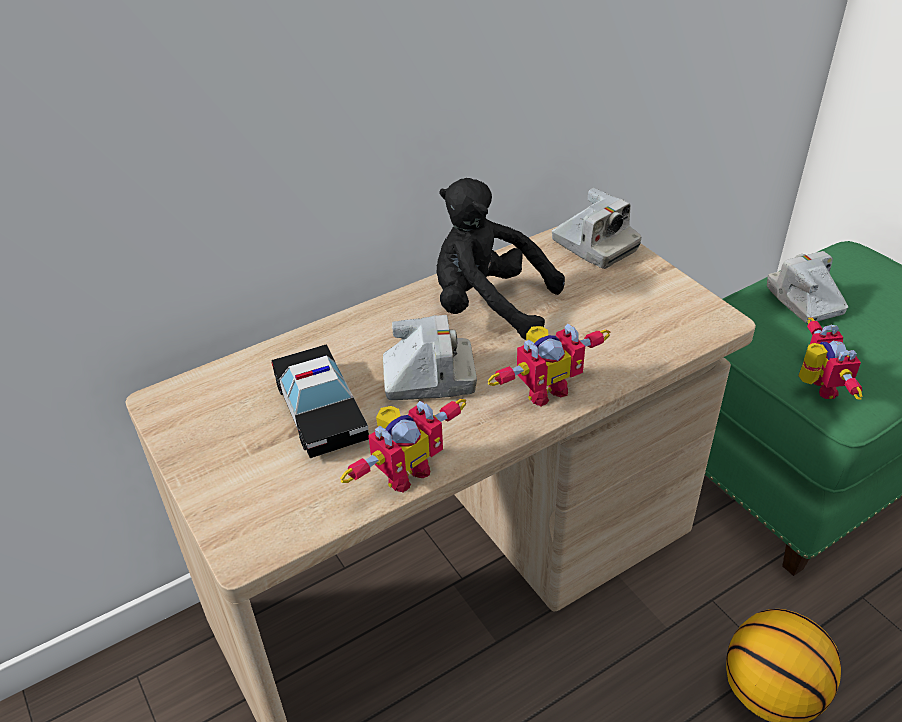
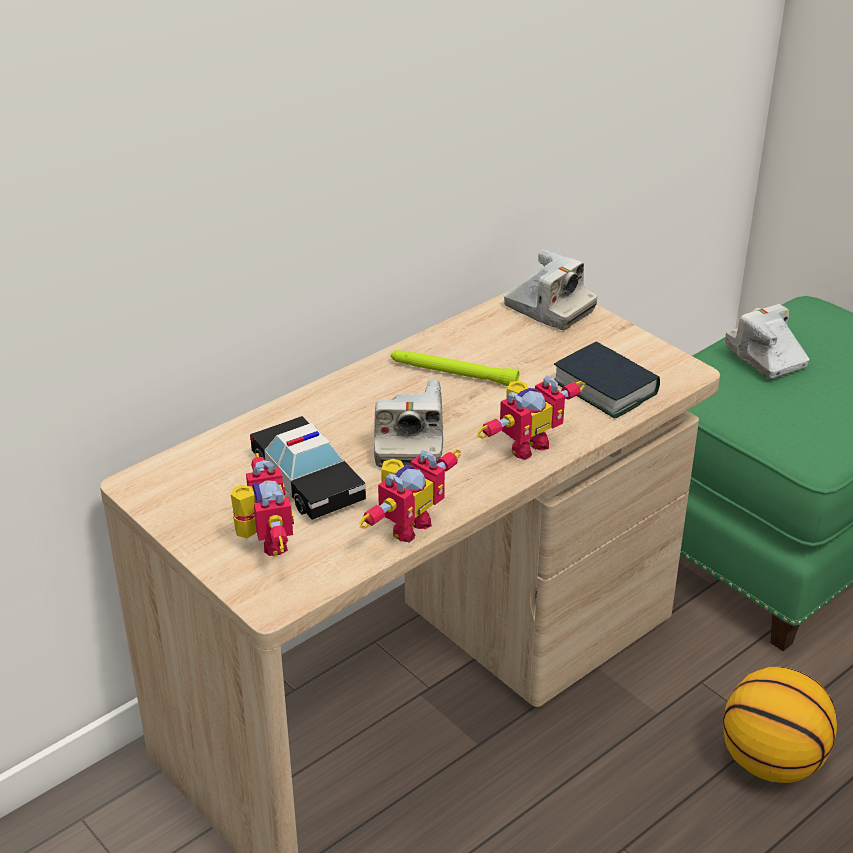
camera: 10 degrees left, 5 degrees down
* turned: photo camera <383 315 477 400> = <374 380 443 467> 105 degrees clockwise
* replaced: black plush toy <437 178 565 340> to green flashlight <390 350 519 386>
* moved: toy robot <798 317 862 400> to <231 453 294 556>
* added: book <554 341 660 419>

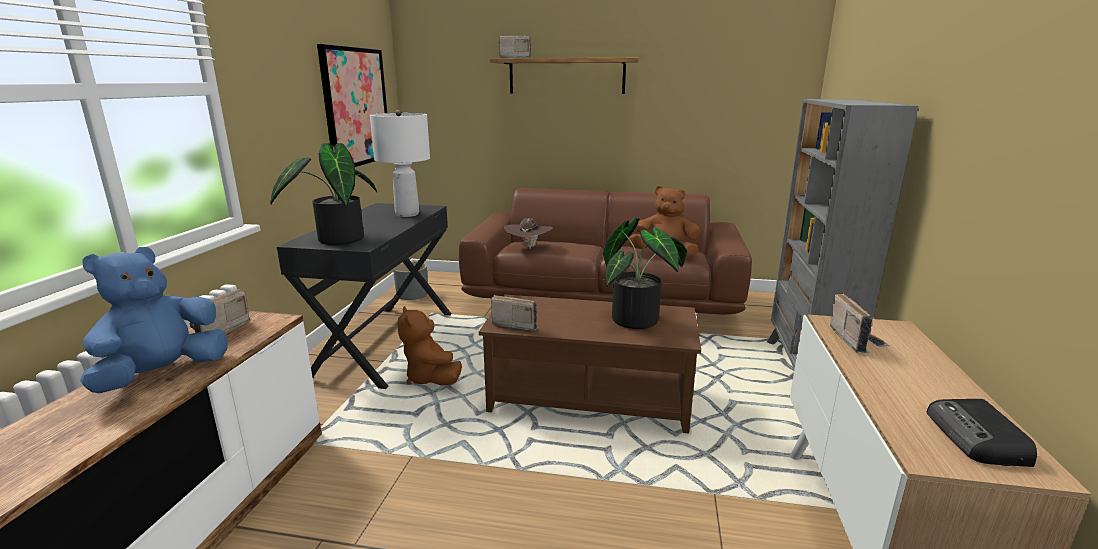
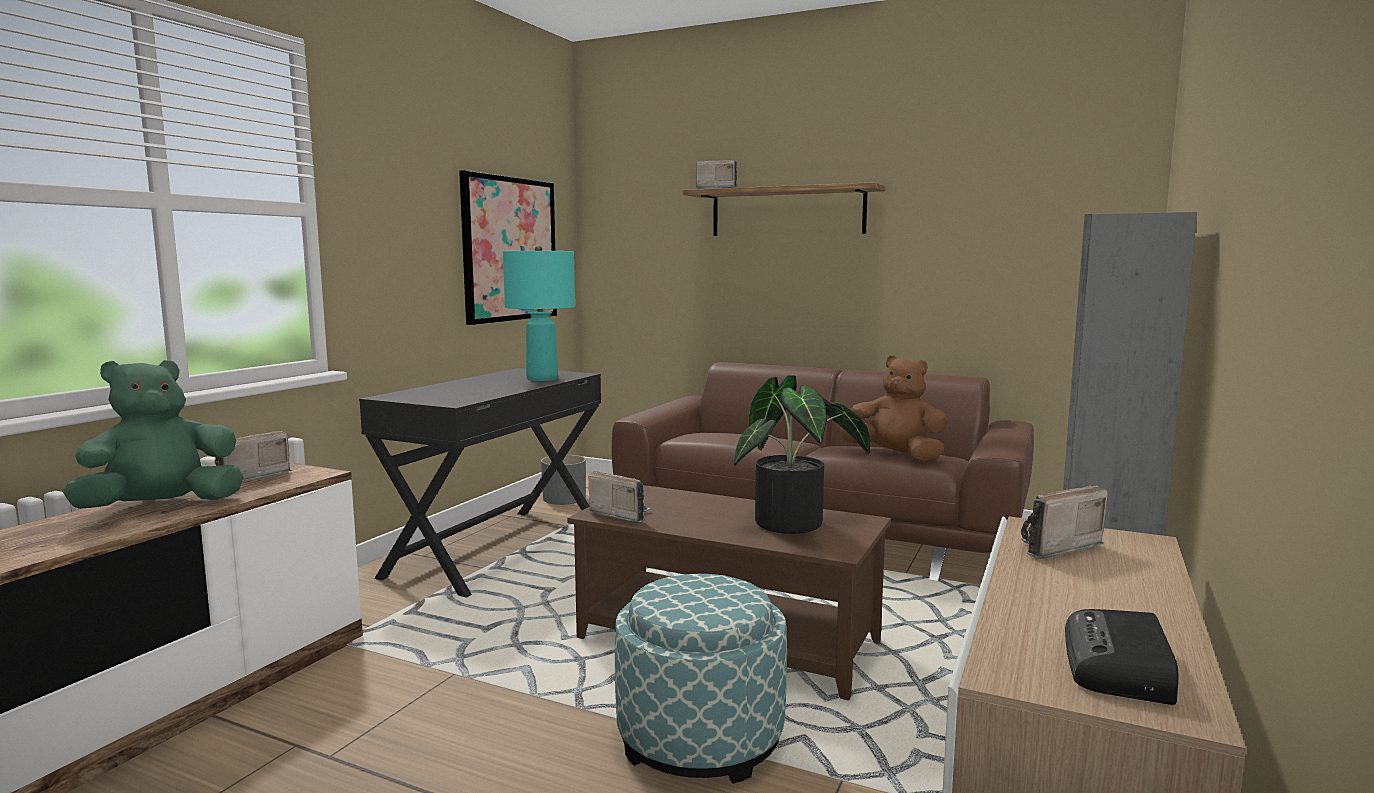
camera: 15 degrees right, 10 degrees down
* recoloured: blue plush toy <80 247 228 393> to green plush toy <62 360 244 509>
* removed: potted plant <270 143 377 245>
* recoloured: white table lamp <370 110 430 217> to turquoise table lamp <503 245 575 381>
* removed: brown plush toy <398 306 462 386>
* removed: brown hat <504 218 552 249>
* turned: radio <830 293 889 353> = <1021 485 1108 559> 135 degrees counterclockwise
* added: ottoman <615 574 787 784>

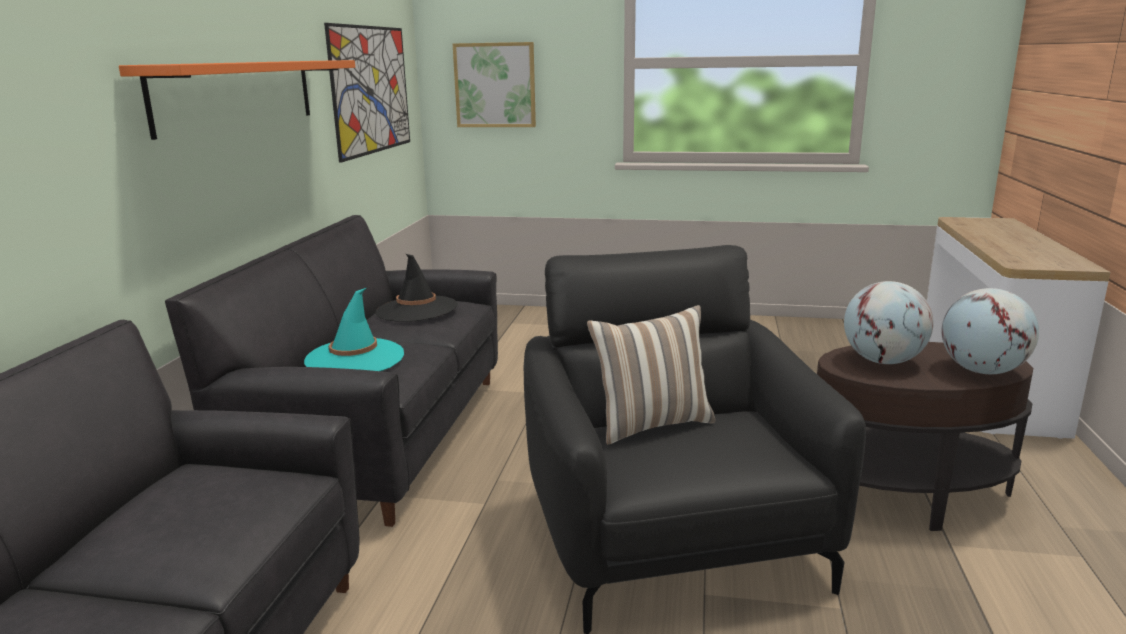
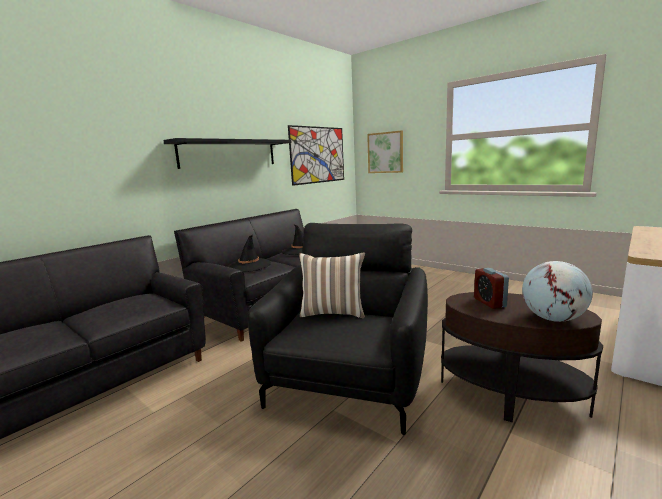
camera: 30 degrees right, 5 degrees down
* recoloured: orange shelf <119 60 355 140> to black shelf <163 138 292 169>
* recoloured: turquoise hat <304 288 404 371> to black hat <228 235 271 272>
* replaced: globe <844 281 933 364> to alarm clock <474 268 509 309>

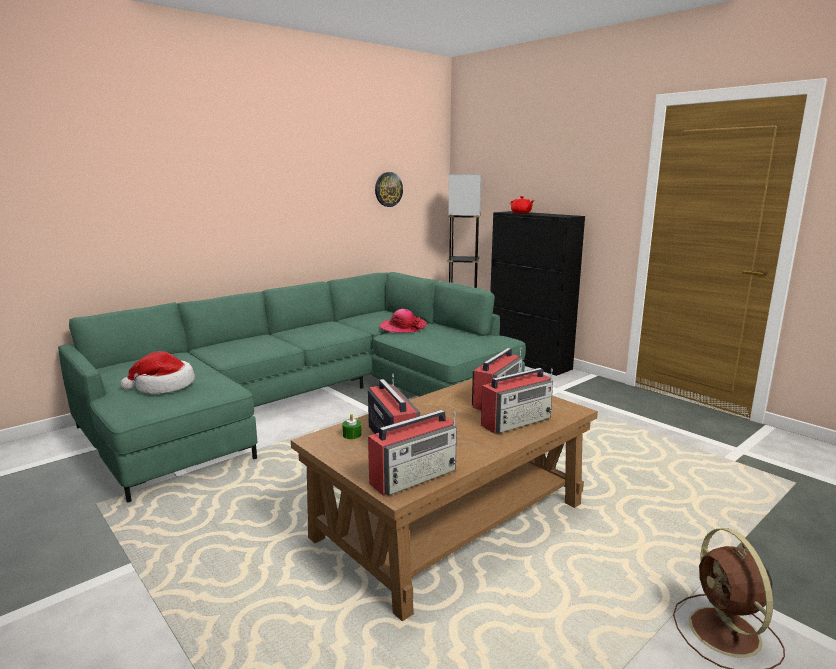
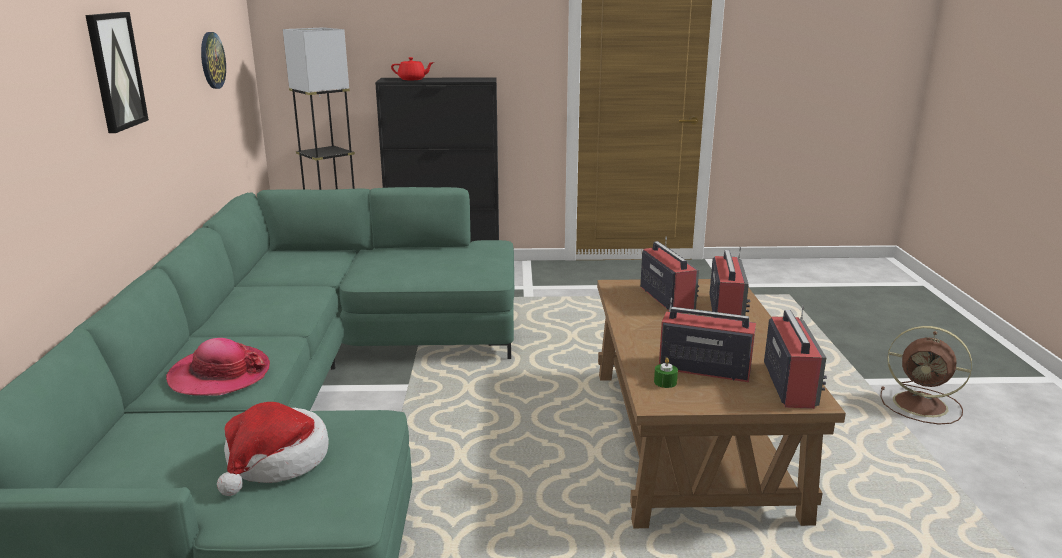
camera: 50 degrees left, 5 degrees up
* moved: hat <379 309 427 333> to <166 338 270 396>
* added: picture <85 12 149 133>

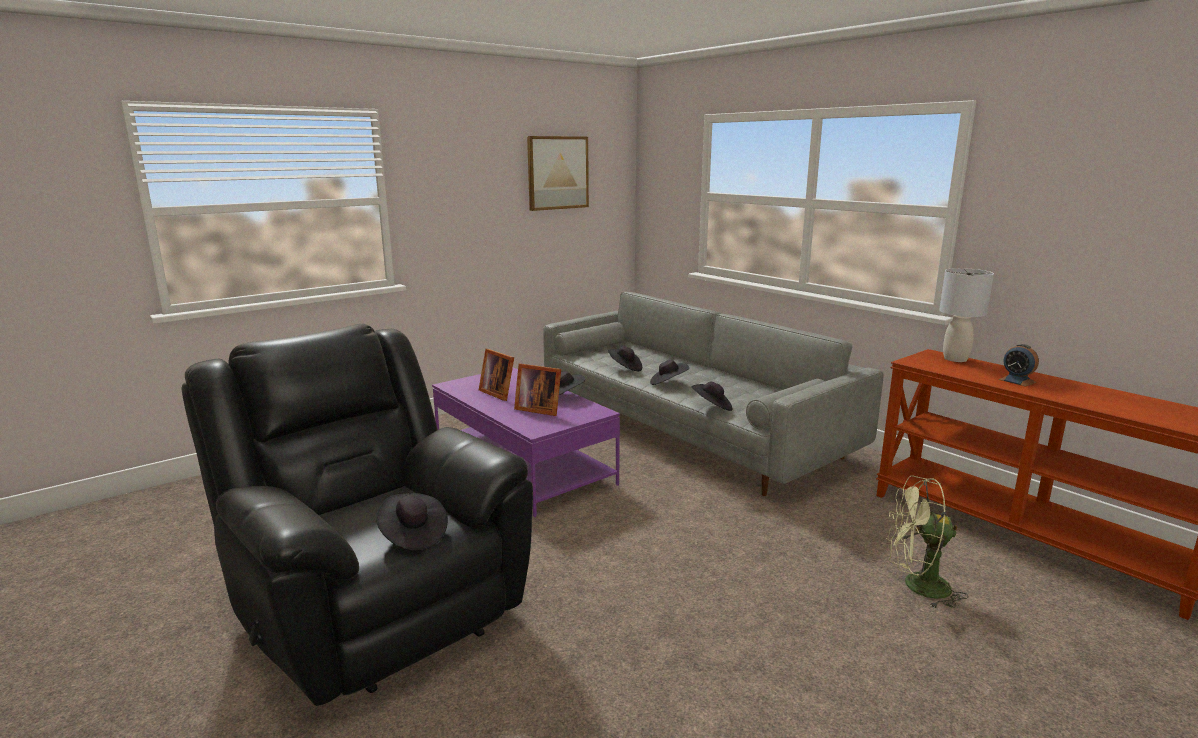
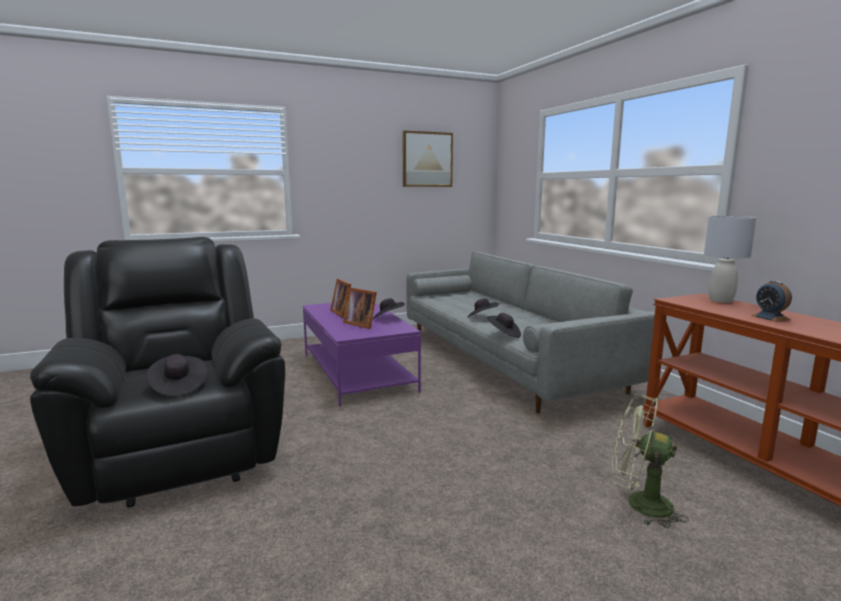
camera: 15 degrees right, 5 degrees down
* removed: black hat <608 346 642 372>

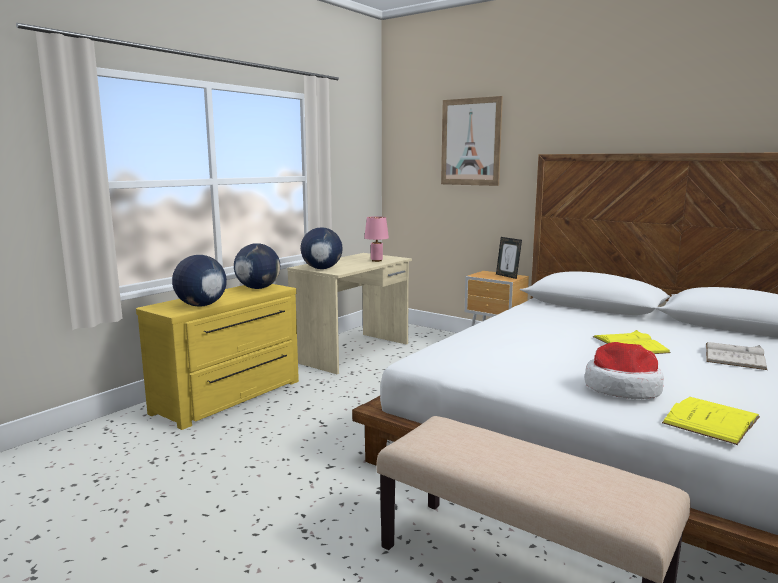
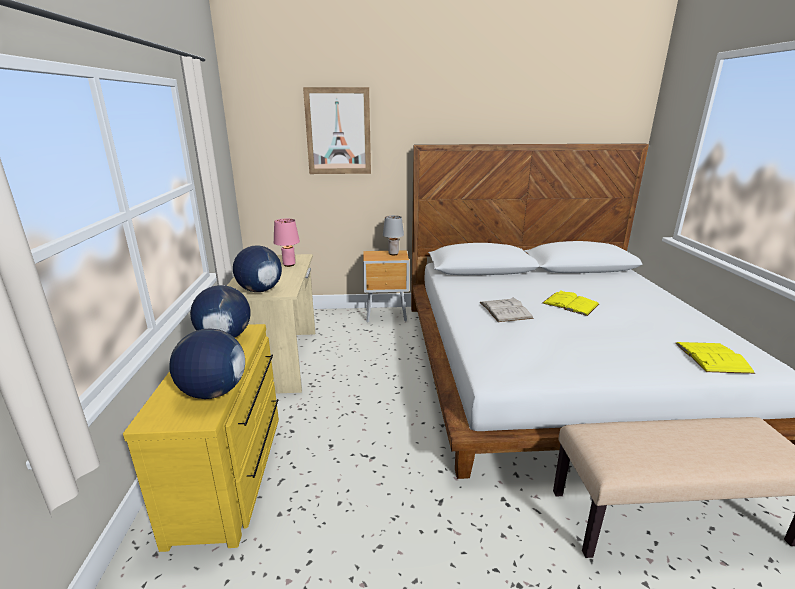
camera: 40 degrees left, 10 degrees up
* replaced: picture frame <496 237 522 279> to grey table lamp <383 215 404 255>
* removed: hat <585 342 664 399>
* moved: white book <706 342 767 370> to <480 297 534 322>

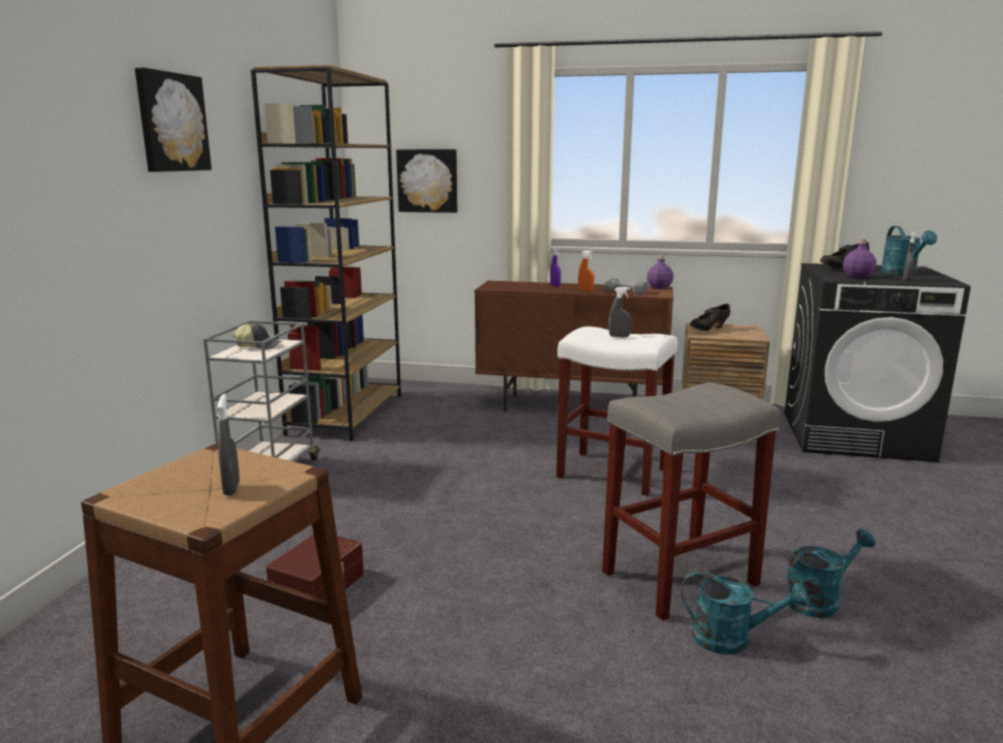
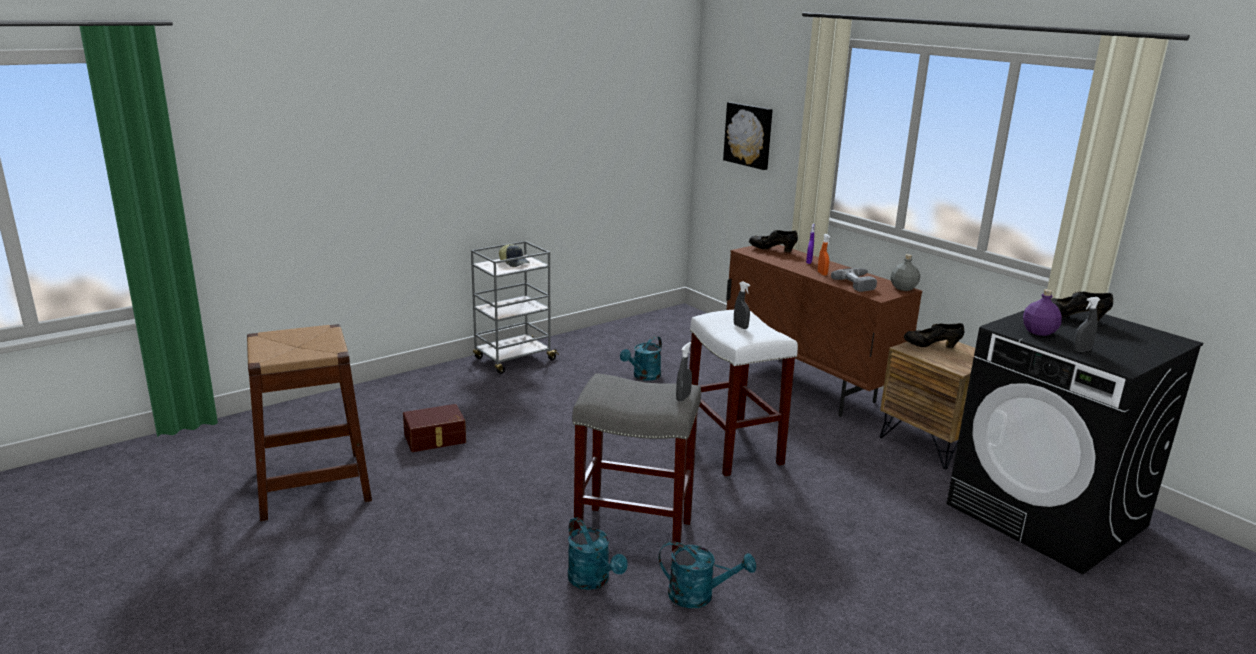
camera: 40 degrees right, 5 degrees up
* removed: picture <135 67 212 172>
* moved: grey spray bottle <217 394 240 496> to <676 342 692 402>
* removed: brown bookcase <251 65 401 441>
* recoloured: purple bottle <647 255 674 289> to grey bottle <891 254 920 291>
* moved: turquoise watering can <880 226 937 274> to <620 336 662 381>
* added: black shoe <749 230 798 252>

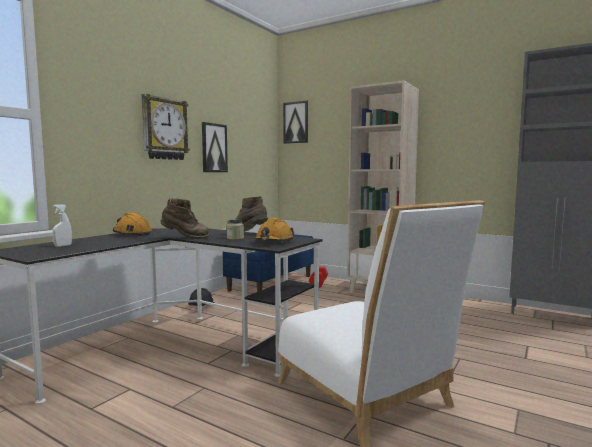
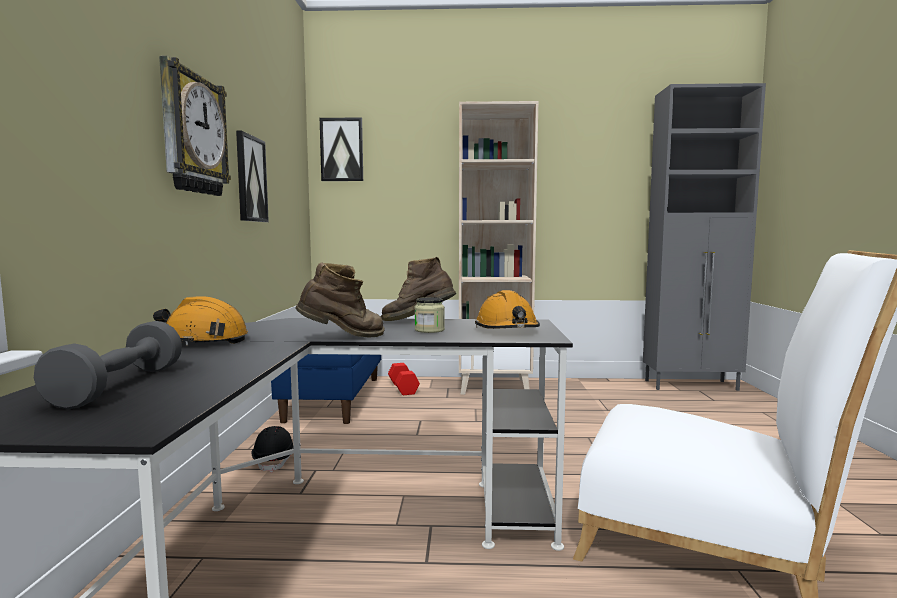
camera: 30 degrees left, 0 degrees up
* replaced: white spray bottle <52 204 72 247> to grey dumbbell <34 321 182 409>

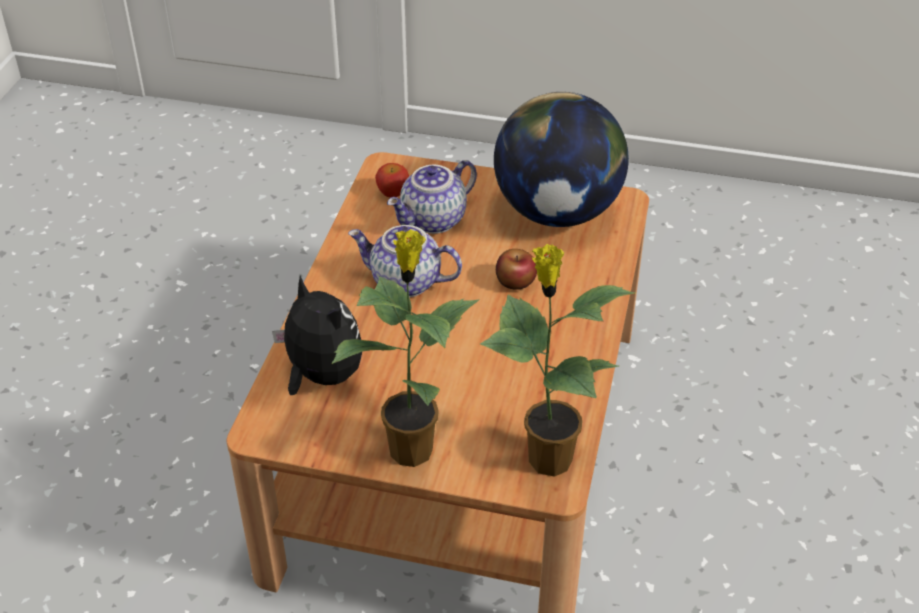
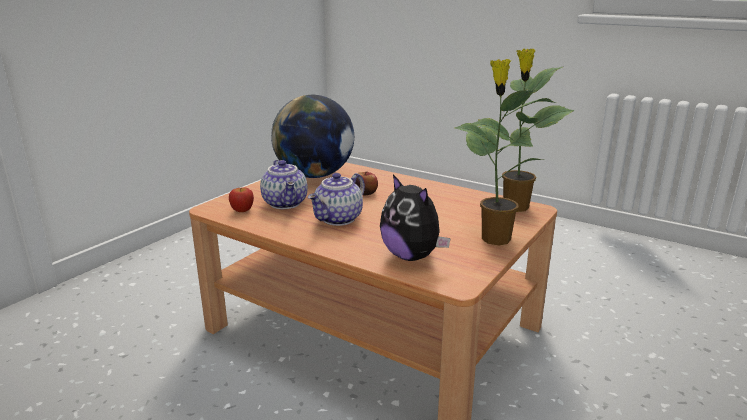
camera: 70 degrees left, 20 degrees down
* turned: plush toy <272 275 362 395> = <380 175 451 261> 105 degrees counterclockwise

